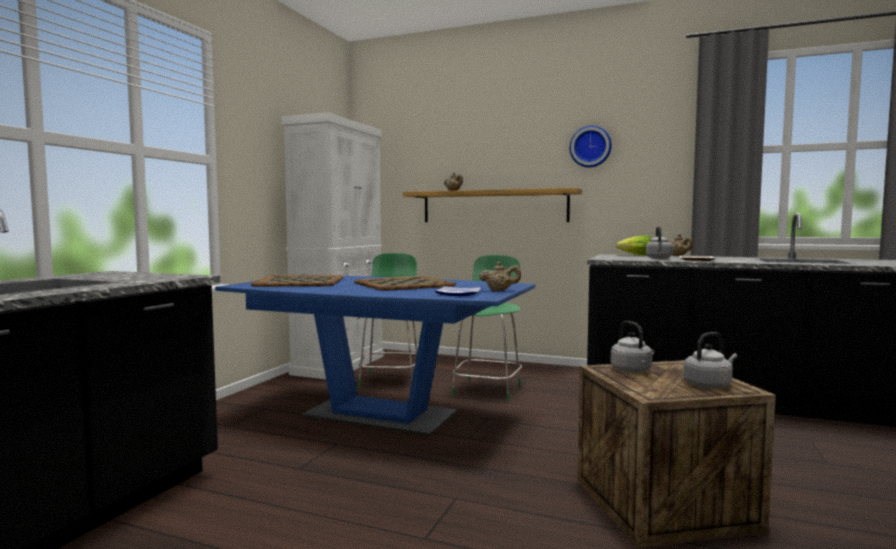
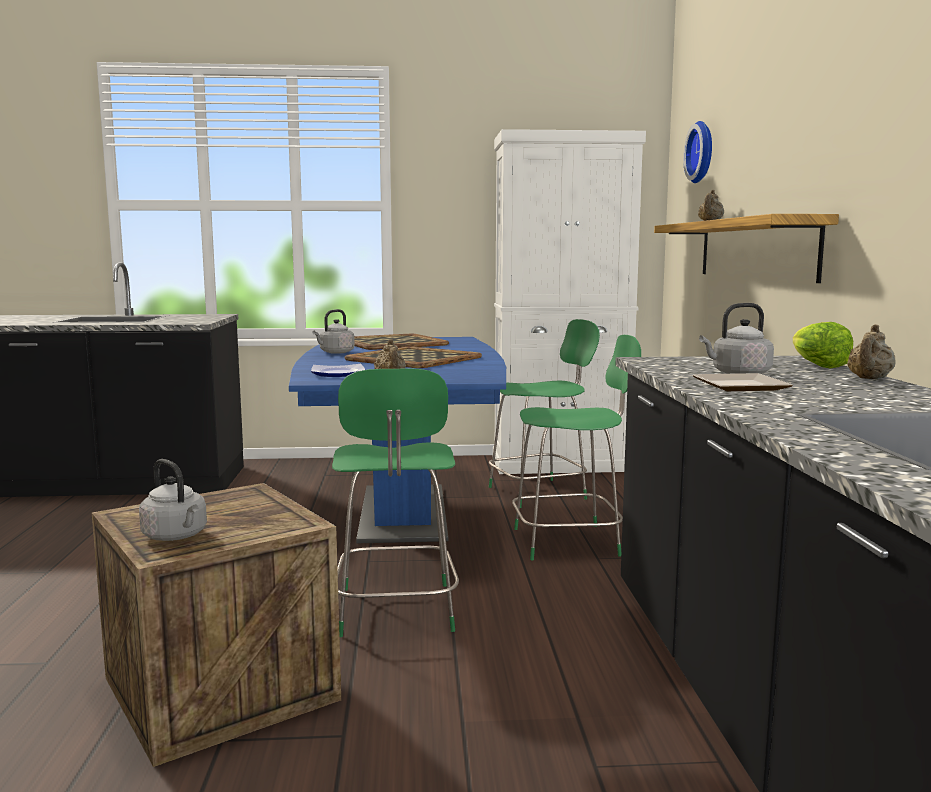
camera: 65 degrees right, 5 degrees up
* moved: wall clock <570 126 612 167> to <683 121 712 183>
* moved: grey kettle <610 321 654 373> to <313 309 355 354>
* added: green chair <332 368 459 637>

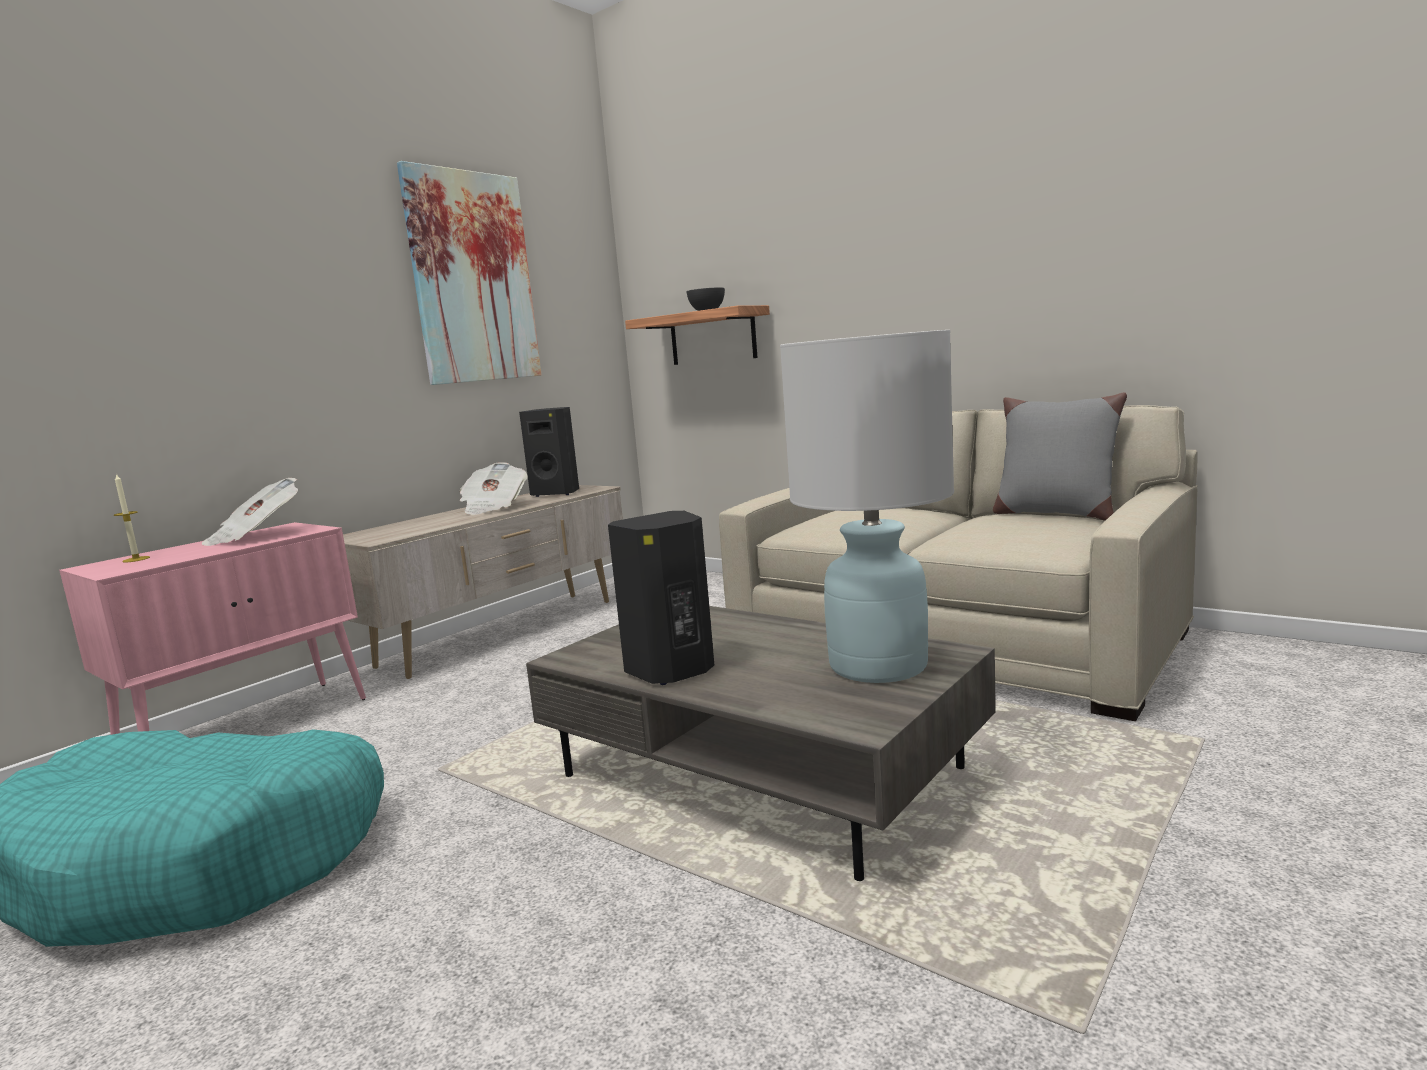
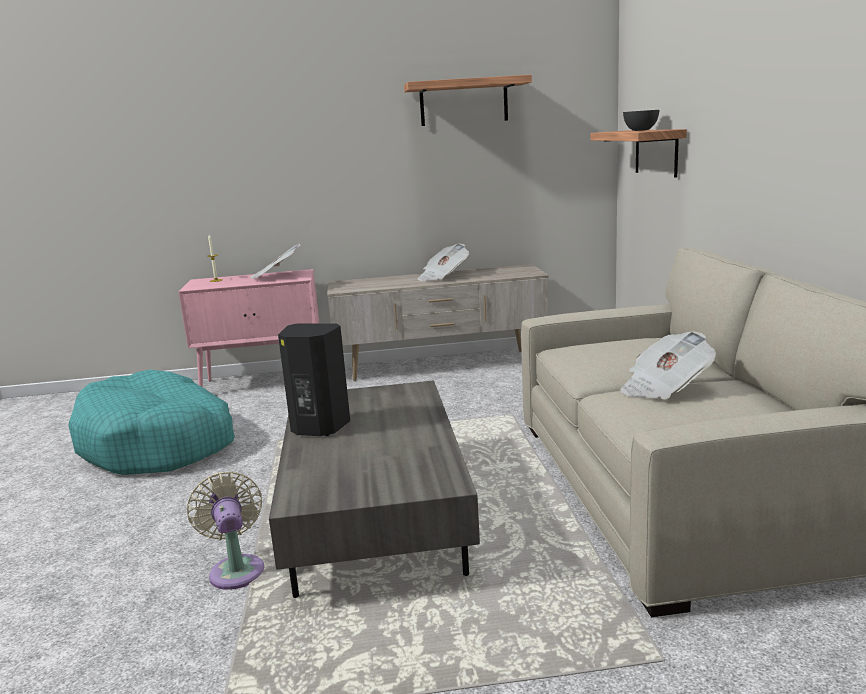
camera: 45 degrees right, 5 degrees up
* replaced: picture <397 161 542 385> to shelf <404 75 532 126>
* removed: black speaker <519 407 579 497>
* removed: white table lamp <780 330 954 683>
* removed: grey pillow <993 392 1127 521>
* added: beige fan <187 471 264 590>
* added: newspaper <620 331 716 399>

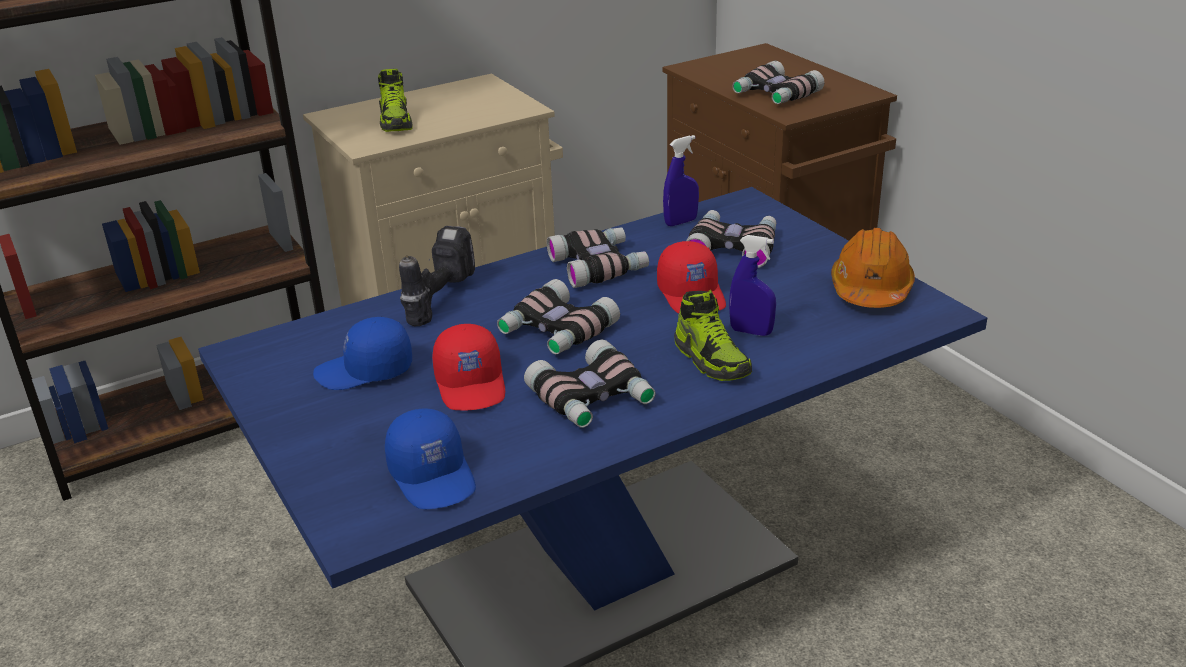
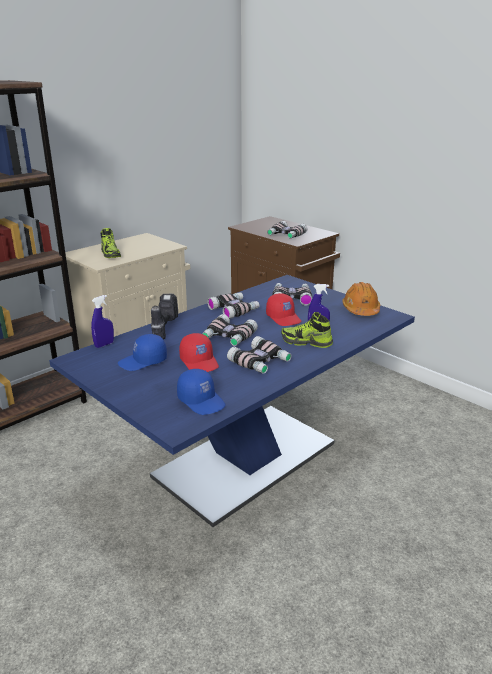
camera: 15 degrees left, 5 degrees down
* moved: blue spray bottle <663 135 699 226> to <91 295 114 348>
* turned: shoe <674 290 752 381> = <281 312 333 348> 150 degrees clockwise

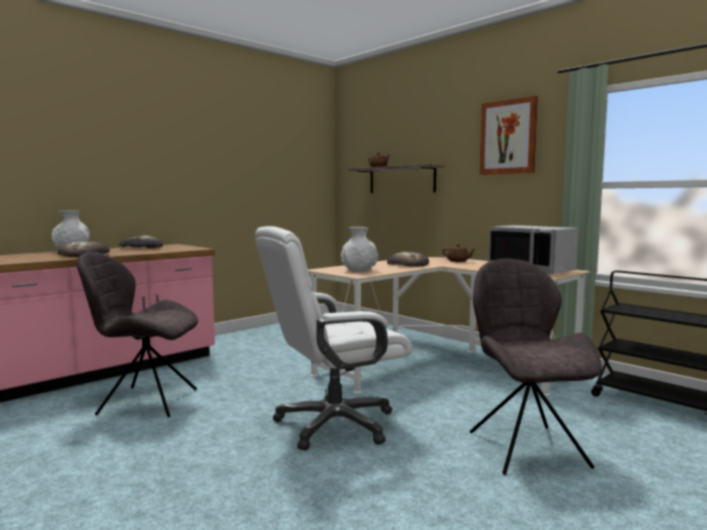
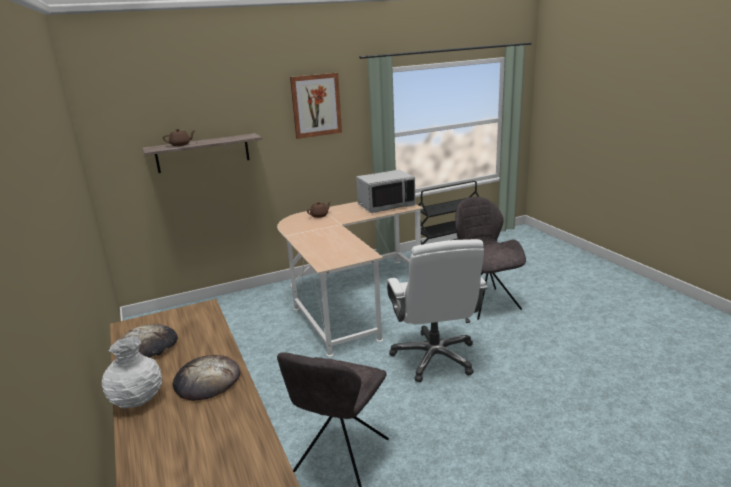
camera: 70 degrees left, 15 degrees up
* removed: white vase <341 227 379 272>
* removed: bread <387 252 429 267>
* turned: grey chair <470 258 602 475> = <455 197 526 320> 60 degrees clockwise

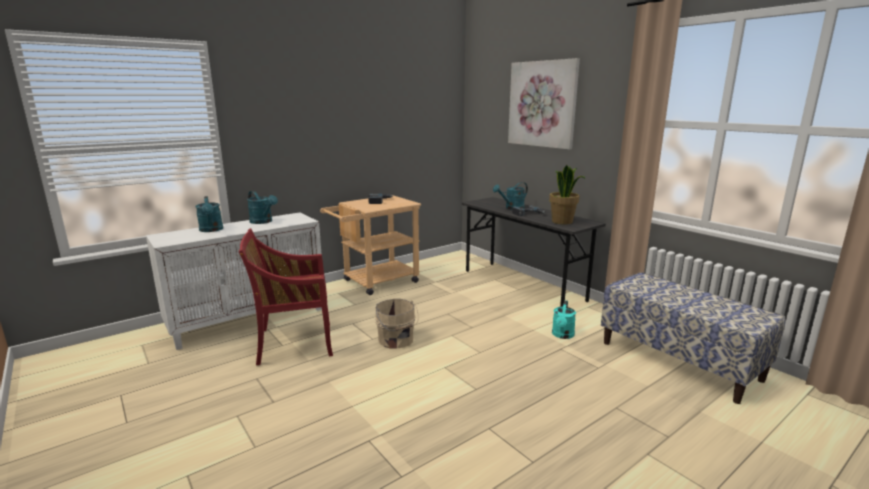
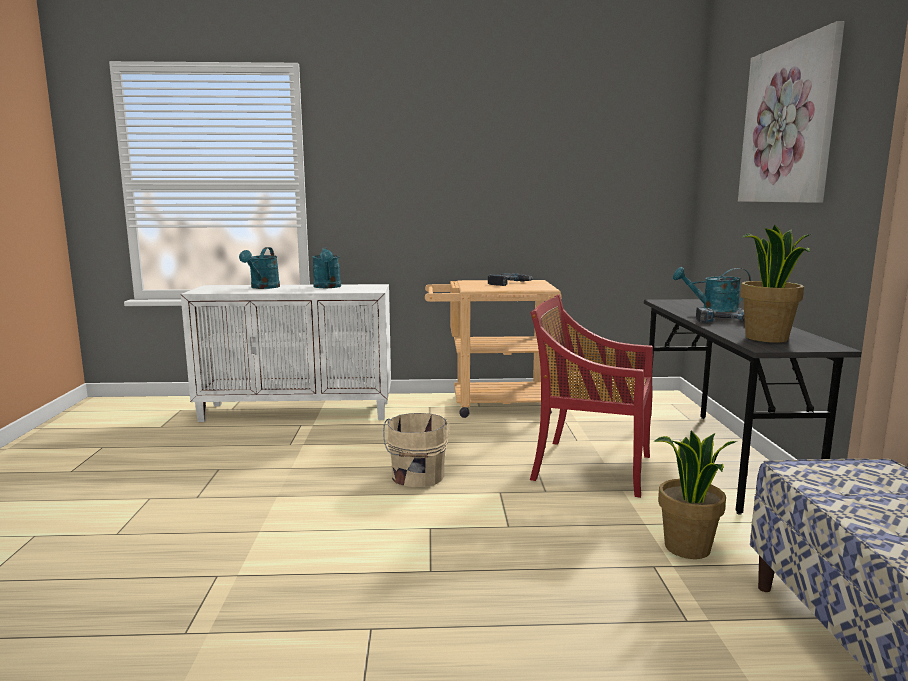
camera: 35 degrees right, 5 degrees down
* moved: red chair <238 228 333 365> to <530 295 653 498>
* replaced: turquoise watering can <552 300 576 339> to potted plant <654 430 738 559>

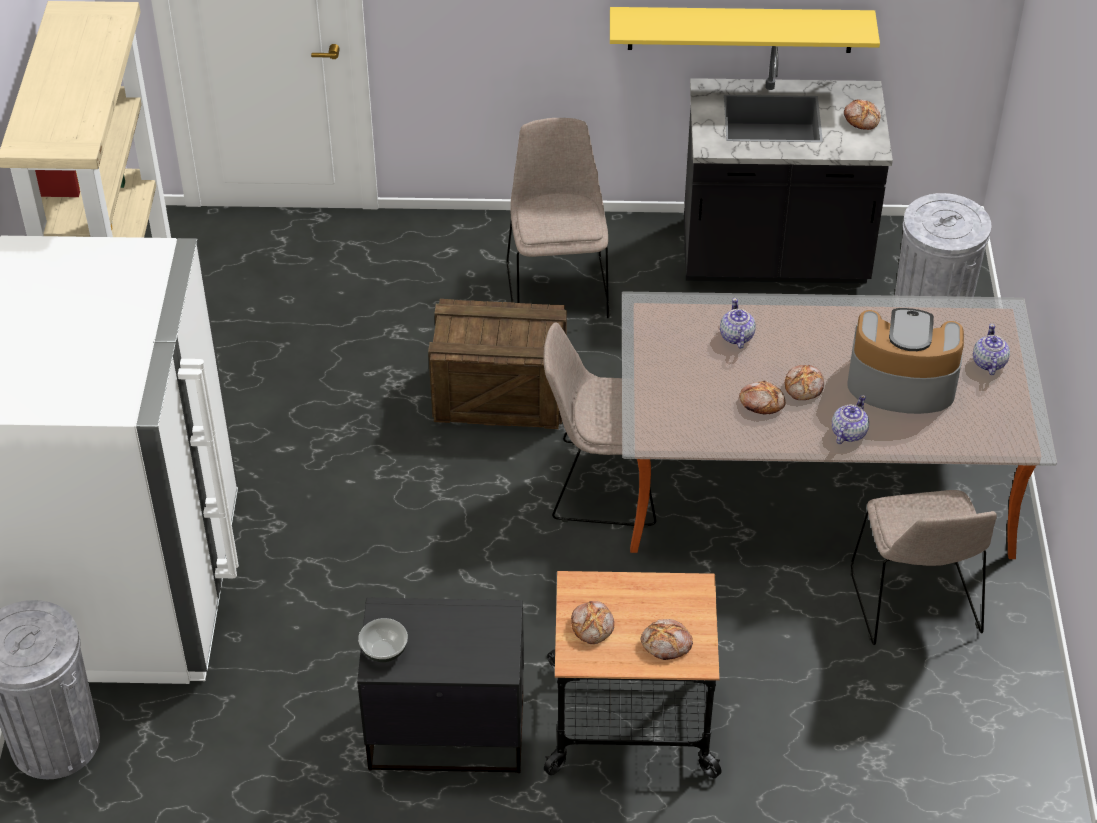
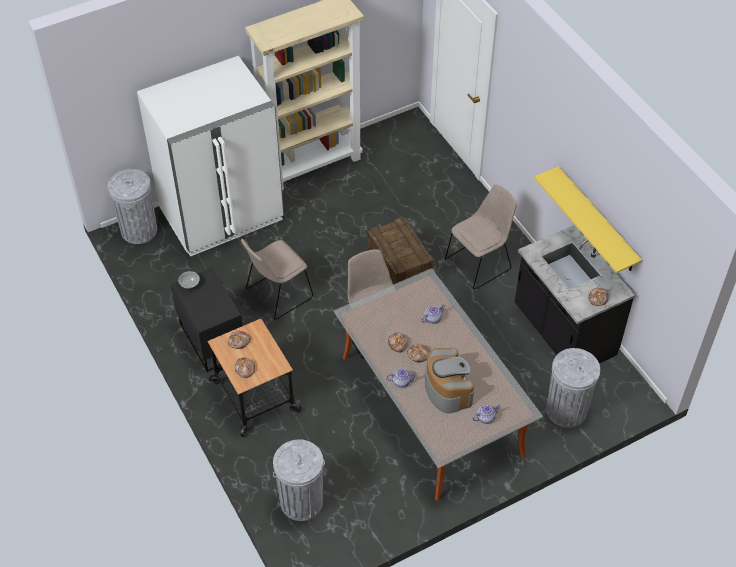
camera: 60 degrees right, 5 degrees up
* moved: beige chair <850 490 997 645> to <241 239 313 320>
* added: grey trash can <273 439 325 521>

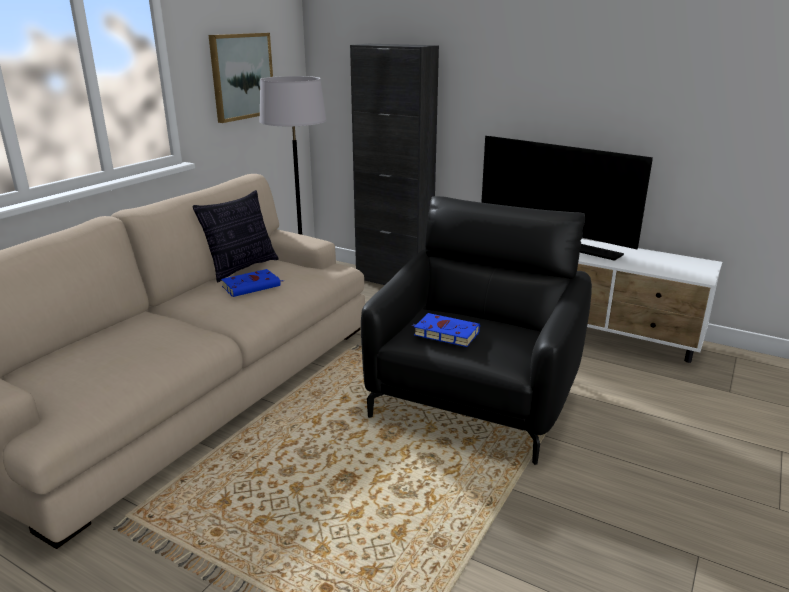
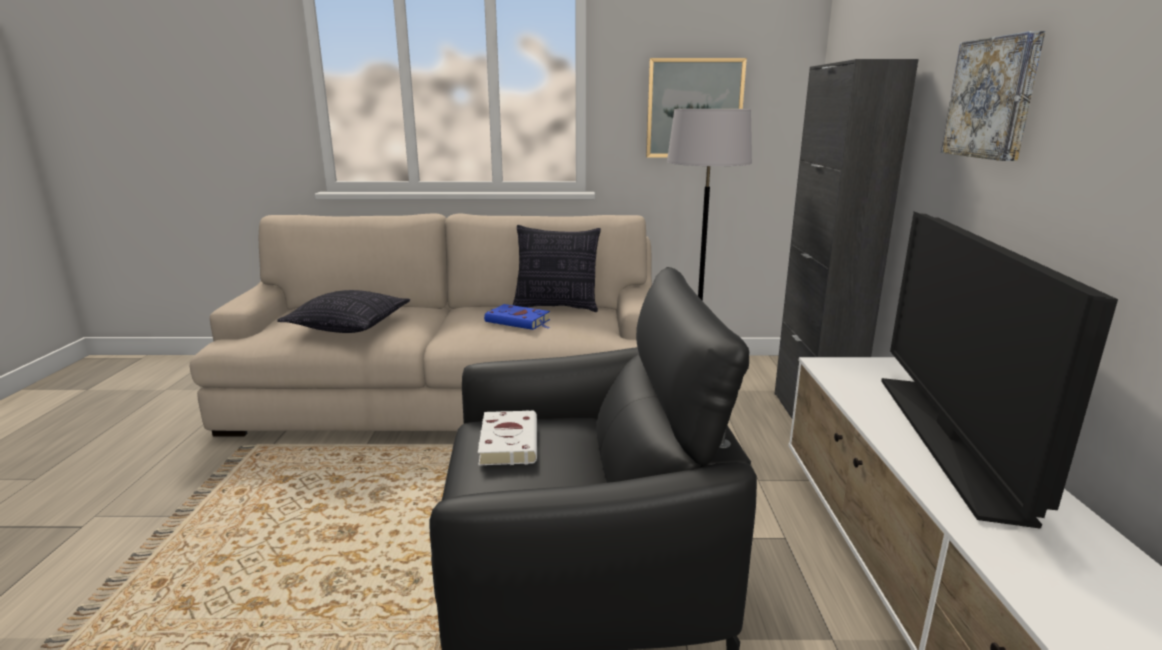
camera: 60 degrees right, 5 degrees down
* recoloured: blue book <412 313 480 347> to white book <478 410 537 465>
* added: pillow <277 290 410 333>
* added: picture <941 31 1045 161>

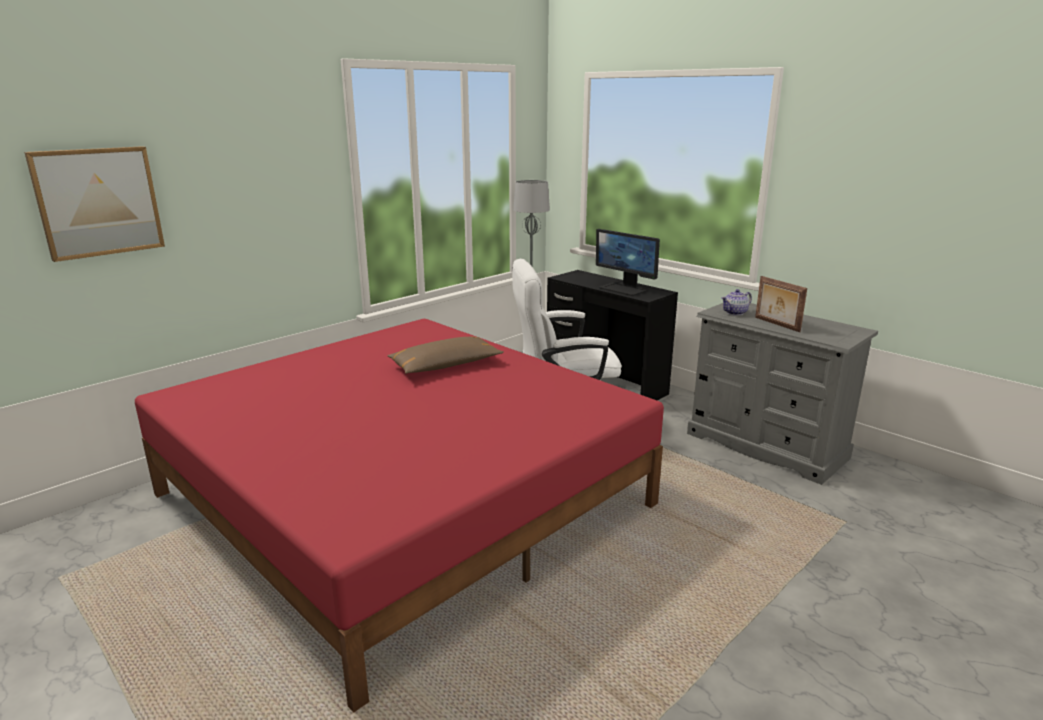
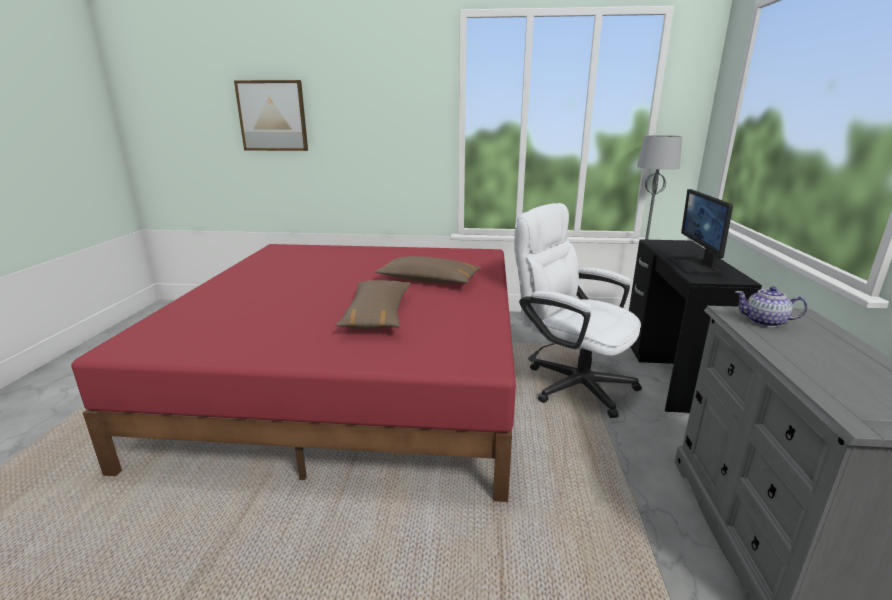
camera: 50 degrees right, 0 degrees up
* removed: picture frame <755 276 807 332>
* added: brown pillow <336 280 411 329>

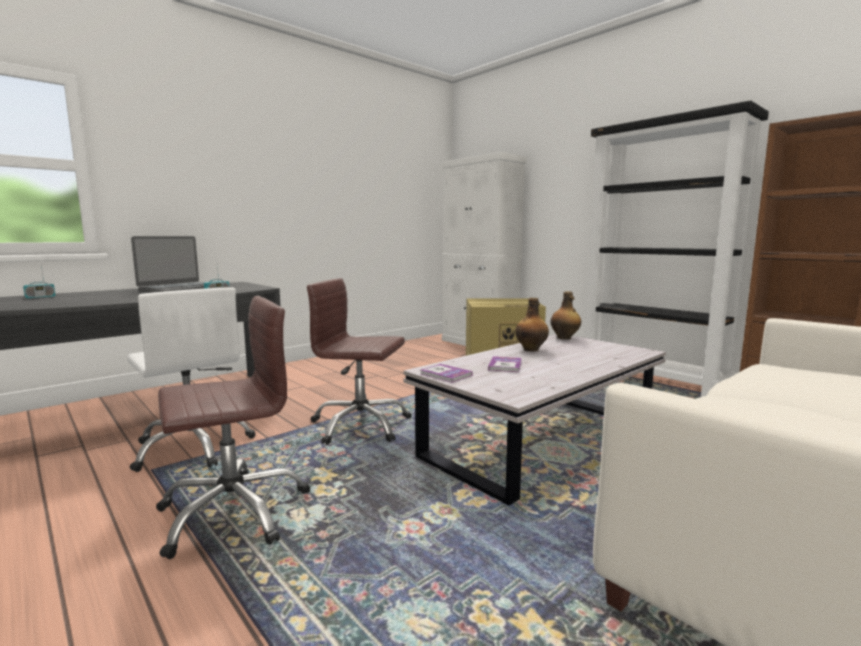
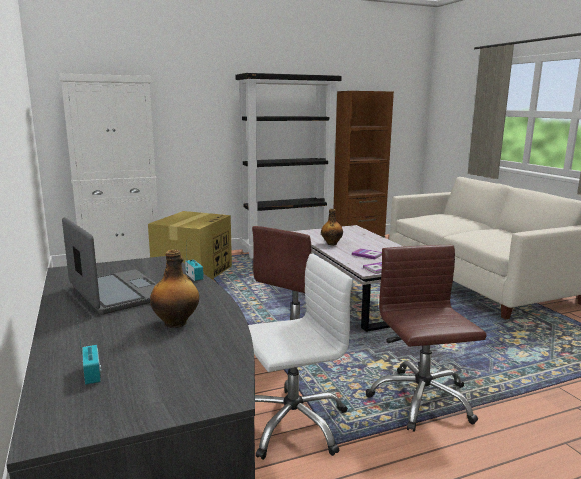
camera: 70 degrees left, 5 degrees up
* moved: bottle <551 291 581 340> to <150 249 199 328>

